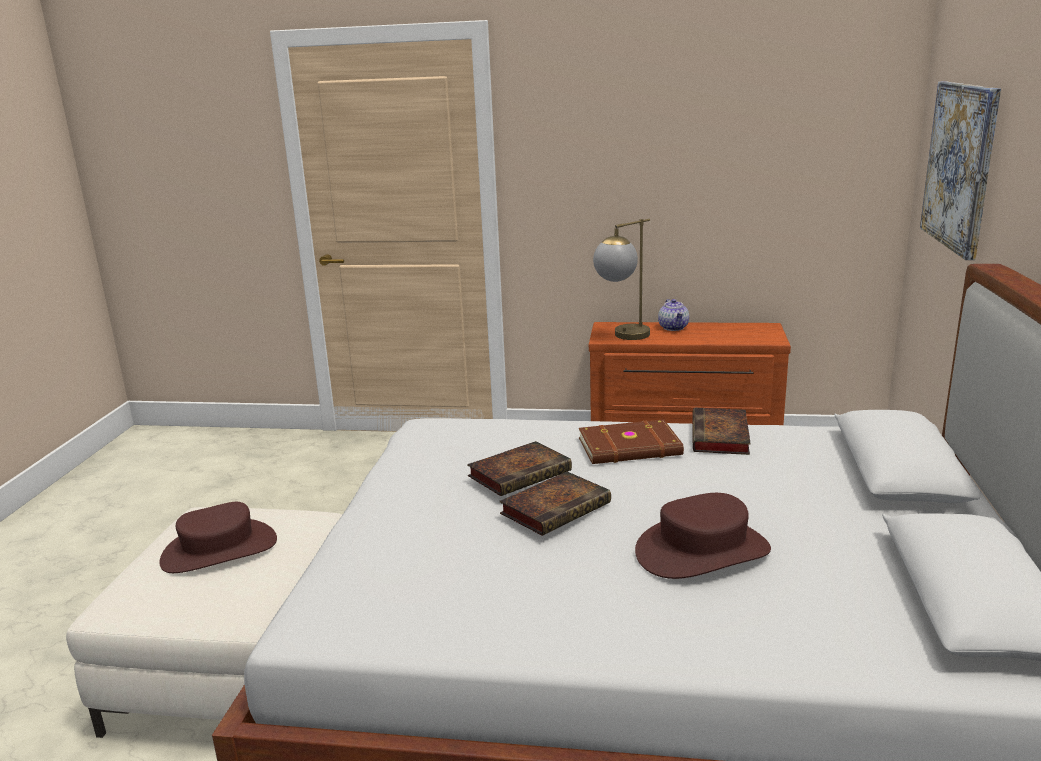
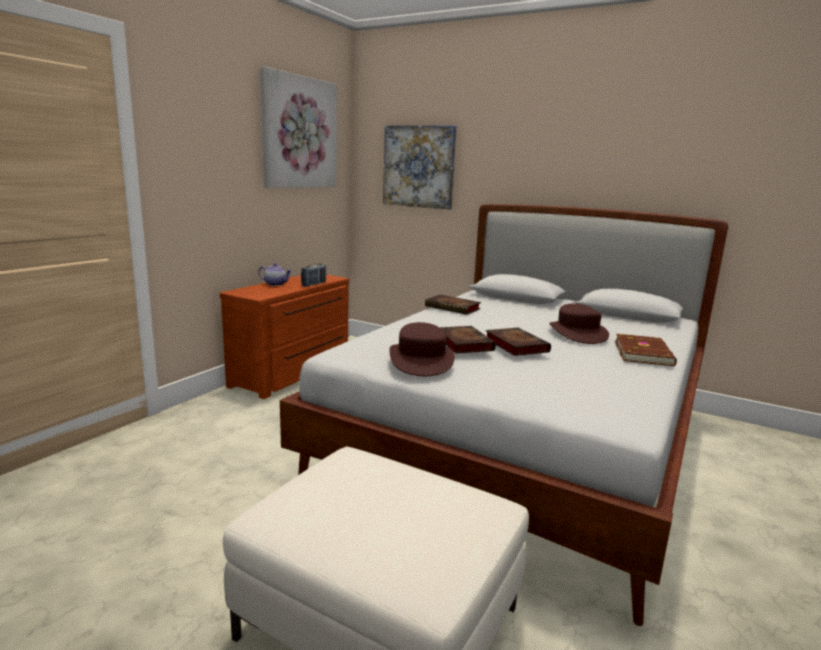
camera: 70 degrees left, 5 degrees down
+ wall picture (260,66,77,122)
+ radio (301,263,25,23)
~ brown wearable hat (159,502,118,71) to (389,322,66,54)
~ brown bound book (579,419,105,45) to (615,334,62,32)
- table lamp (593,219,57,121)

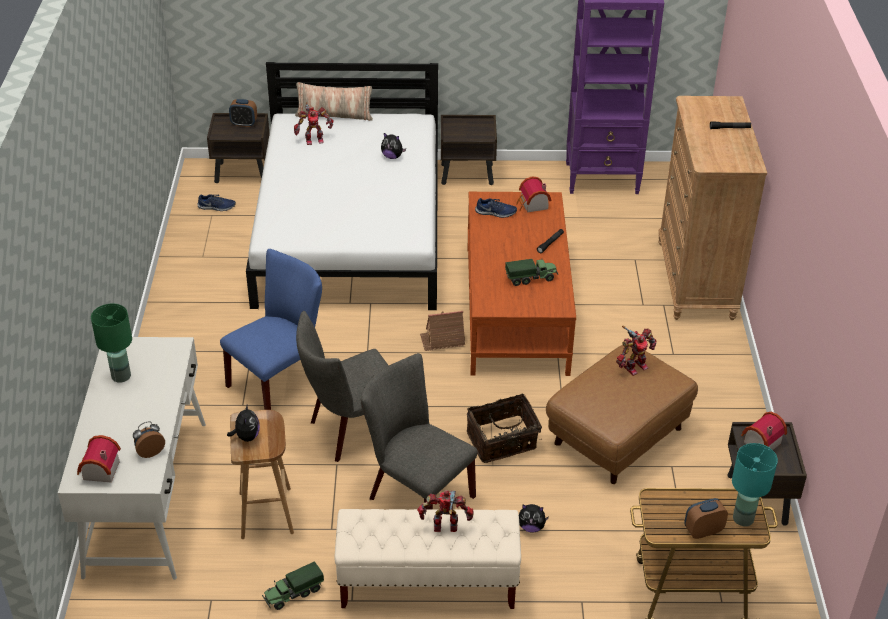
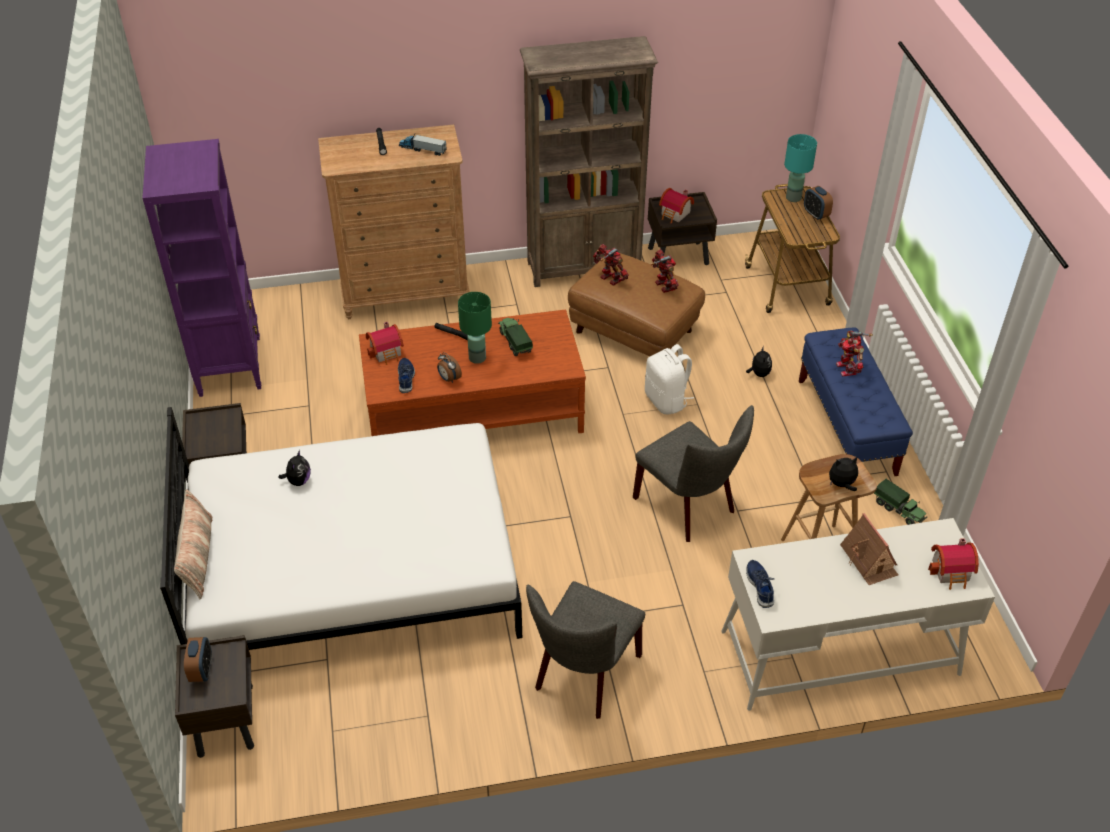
camera: 100 degrees left, 5 degrees up
+ toy lorry (399,134,48,22)
~ table clock (133,421,32,37) to (437,352,25,31)
~ green-coloured table lamp (91,304,41,79) to (458,292,34,72)
+ brown bookcase (520,36,138,251)
~ gray plain chair (361,353,116,157) to (526,581,119,138)
~ basket (467,393,75,70) to white knapsack (645,344,49,70)
~ robot figure (294,102,40,43) to (651,249,28,44)
~ blue low shoe (197,194,39,17) to (746,560,28,48)
~ beige-coloured long seat (334,509,187,100) to blue long seat (799,328,114,148)
~ toy house (420,311,45,40) to (840,513,58,72)
- blue plain chair (220,249,102,161)

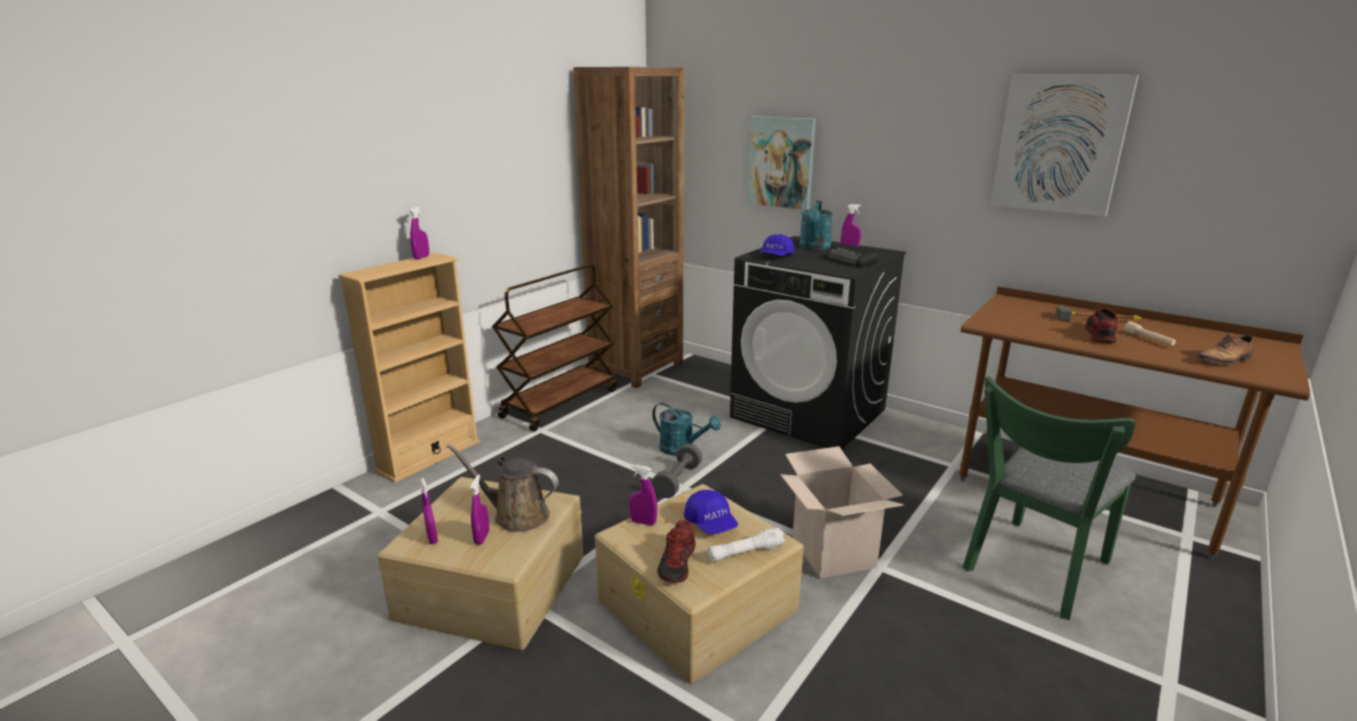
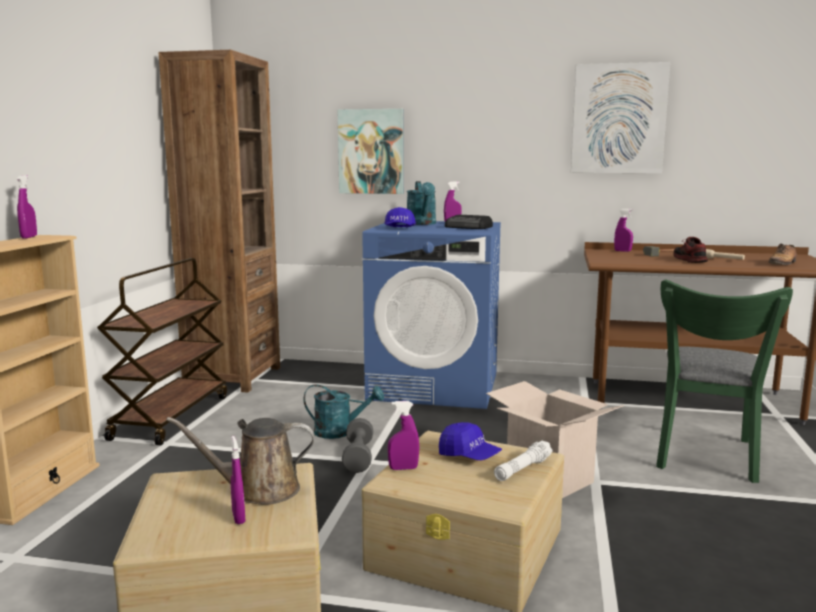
camera: 25 degrees left, 10 degrees down
~ blackish laundry machine (730,236,176,214) to blue laundry machine (362,221,139,188)
~ purple hand sprayer (420,478,18,66) to (614,209,19,43)
- low shoe (657,520,39,63)

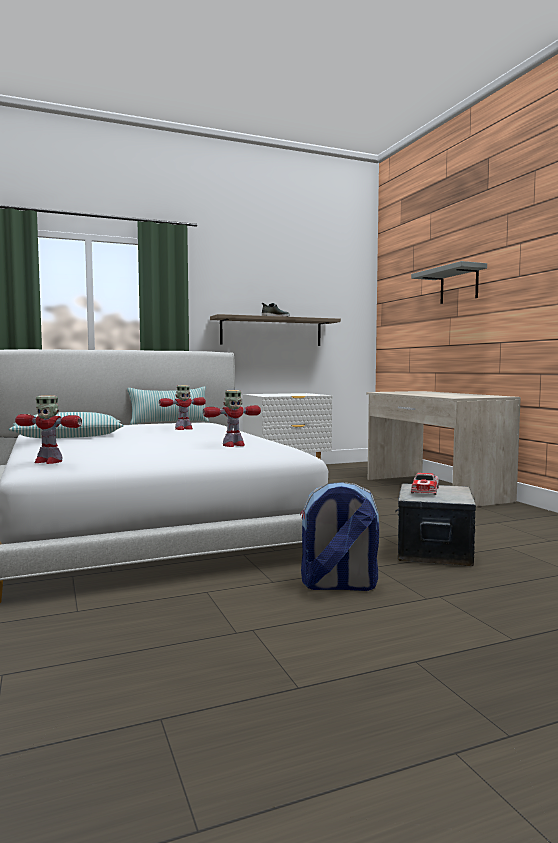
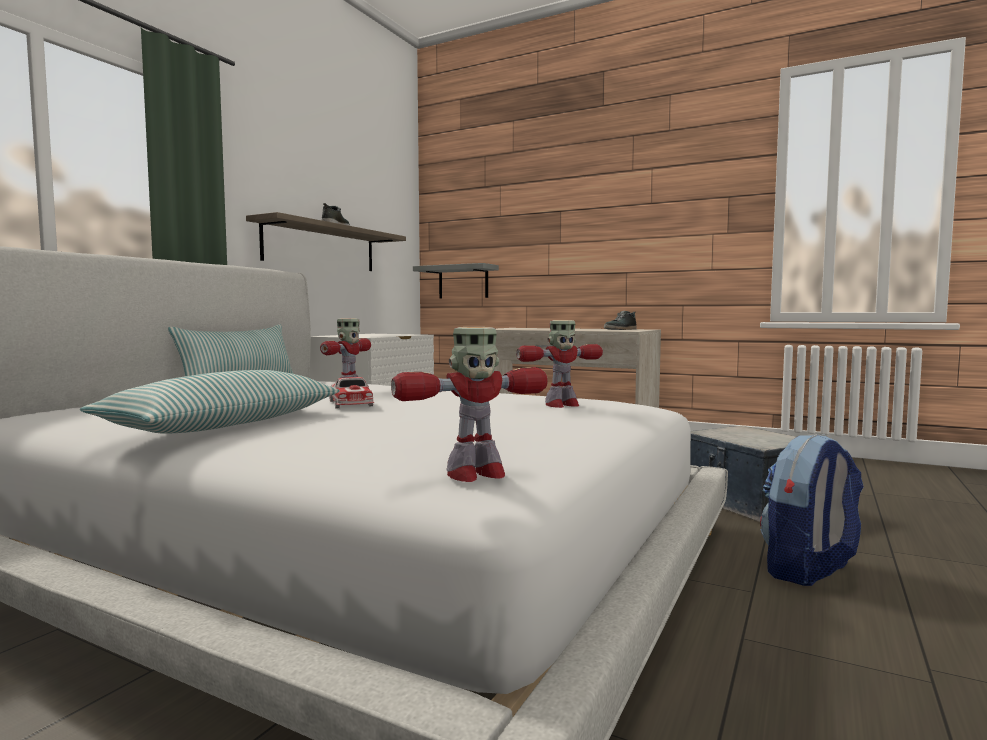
camera: 40 degrees left, 0 degrees up
~ miniature car (411,473,28,22) to (329,377,46,32)
~ gray bracket shelf (411,261,76,43) to (413,263,86,36)
~ robot figure (203,390,58,57) = (516,320,87,88) 45 degrees clockwise
+ low shoe (604,311,33,19)

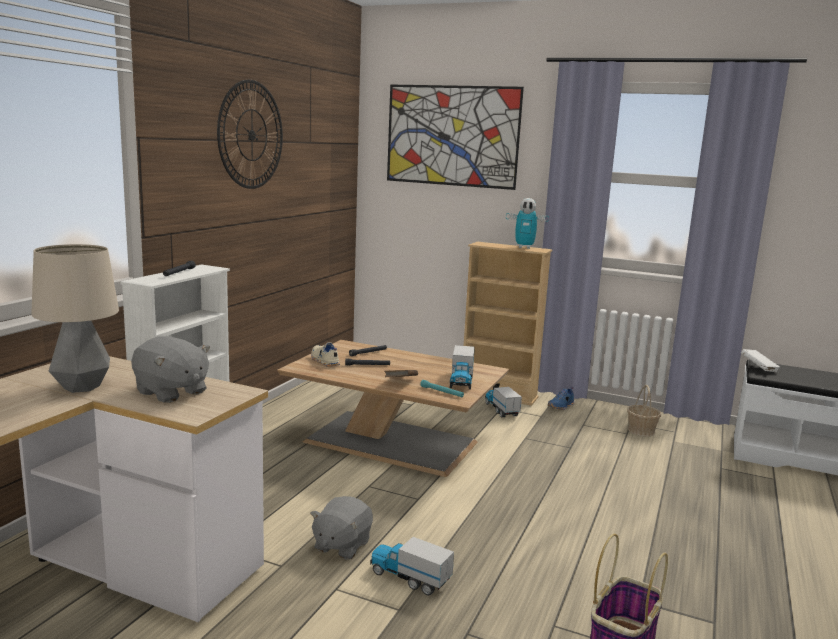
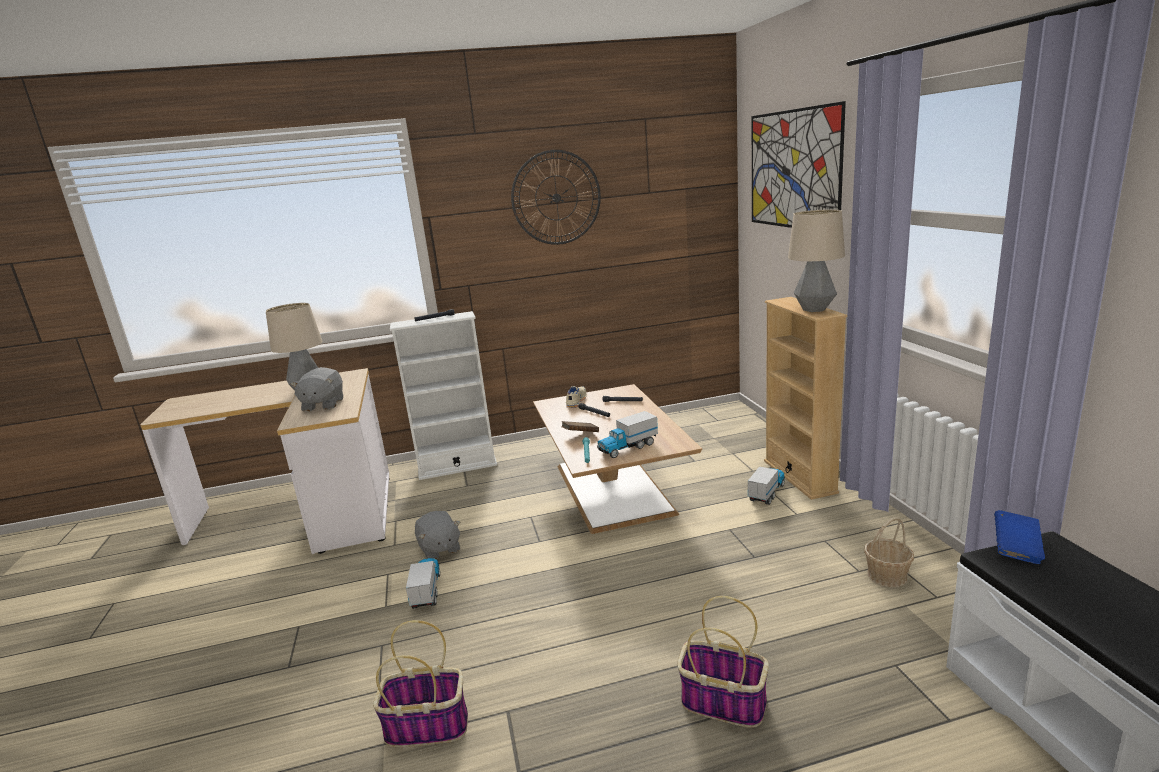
camera: 55 degrees right, 5 degrees up
~ gray plush toy (310,496,63,64) = (415,511,46,48) 105 degrees counterclockwise
+ basket (678,596,91,132)
~ robot figure (506,198,43,51) to table lamp (788,209,57,103)
~ white bound book (741,349,39,23) to blue bound book (994,510,51,54)
- blue low shoe (548,387,26,23)

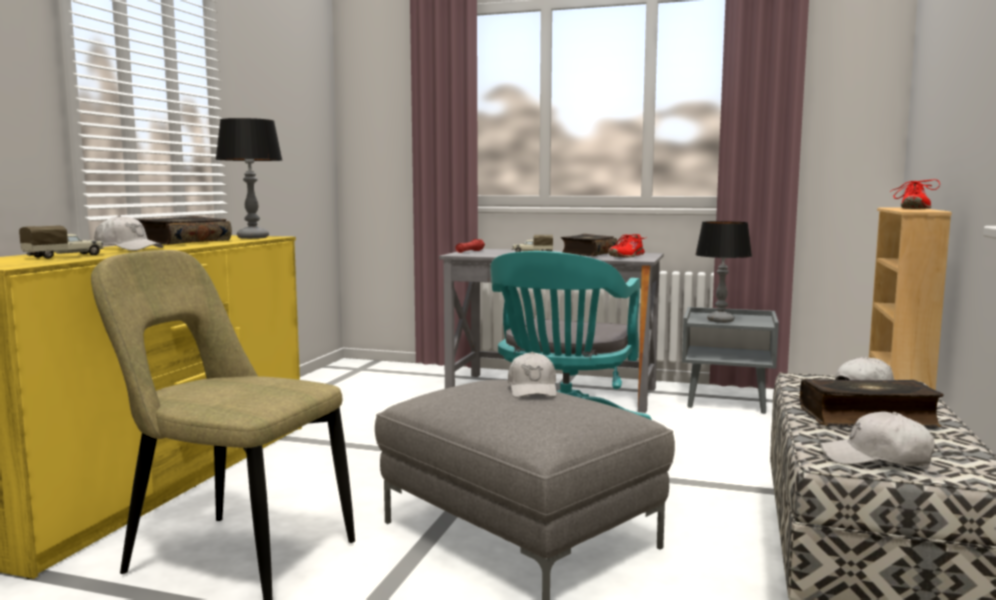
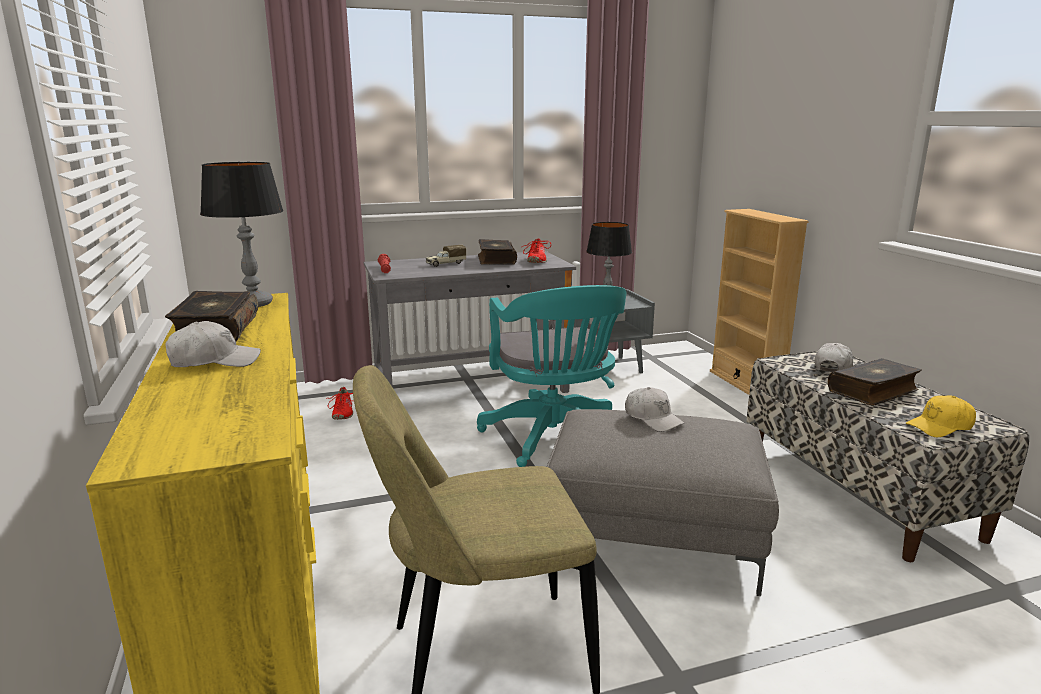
camera: 35 degrees left, 10 degrees up
~ reddish low shoe (890,179,50,30) to (326,387,27,33)
~ white baseball cap (821,411,114,55) to yellow-coloured baseball cap (906,395,70,42)
- toy lorry (19,225,85,34)

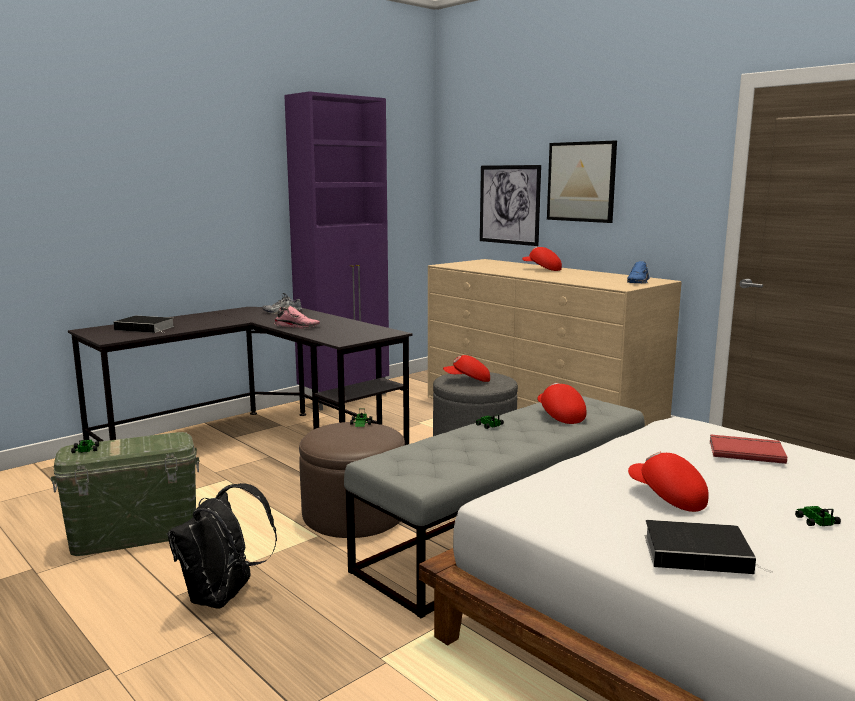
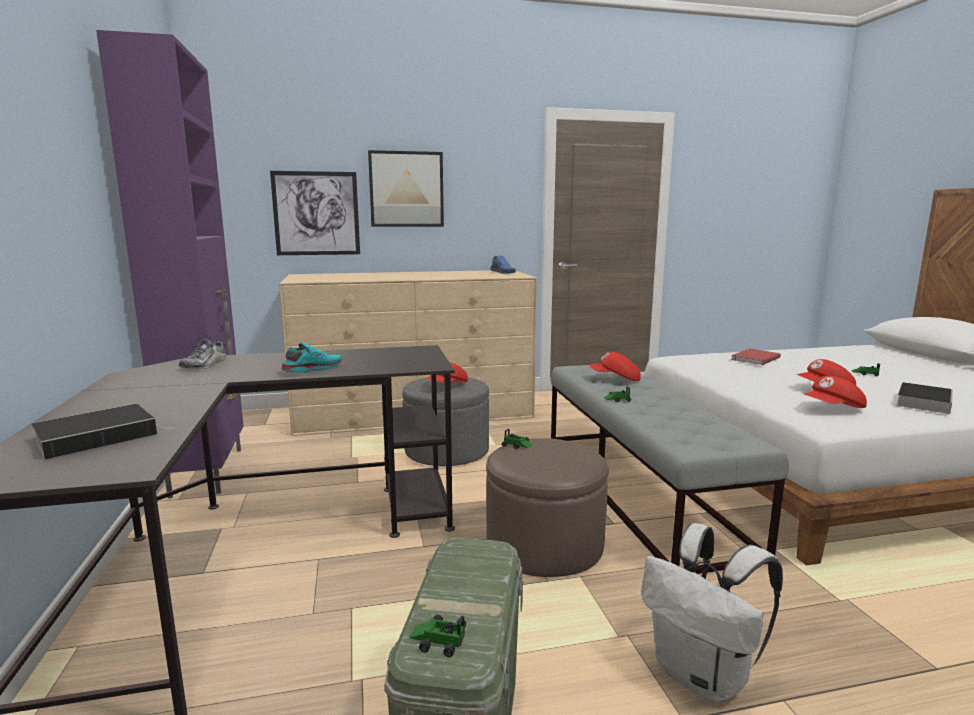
camera: 60 degrees left, 0 degrees up
~ pink-coloured low shoe (274,306,46,23) to blue-green low shoe (281,343,61,30)
~ blackish knapsack (168,483,109,126) to white knapsack (641,523,142,180)
~ reddish baseball cap (522,247,40,24) to (803,376,64,32)

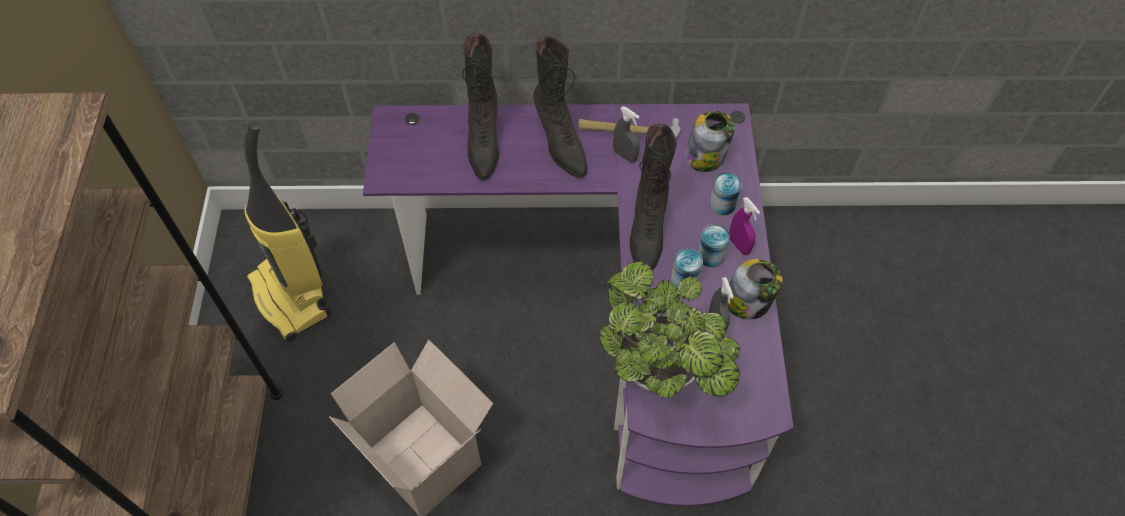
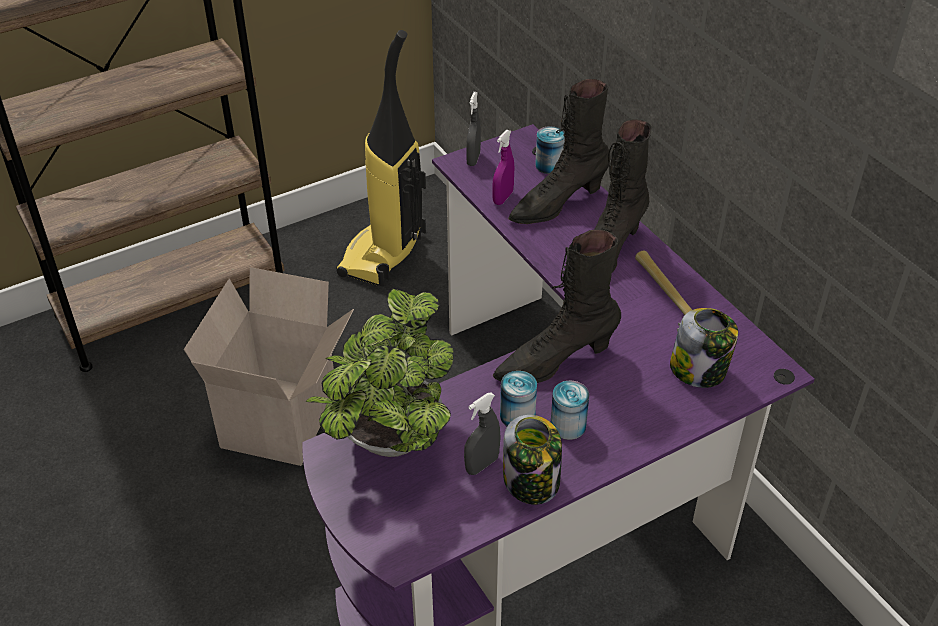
camera: 60 degrees right, 15 degrees down
~ gray hand sprayer (613,106,27,57) to (466,92,15,74)
~ purple hand sprayer (729,197,31,58) to (492,130,22,75)
~ can (709,173,32,42) to (535,126,30,48)

